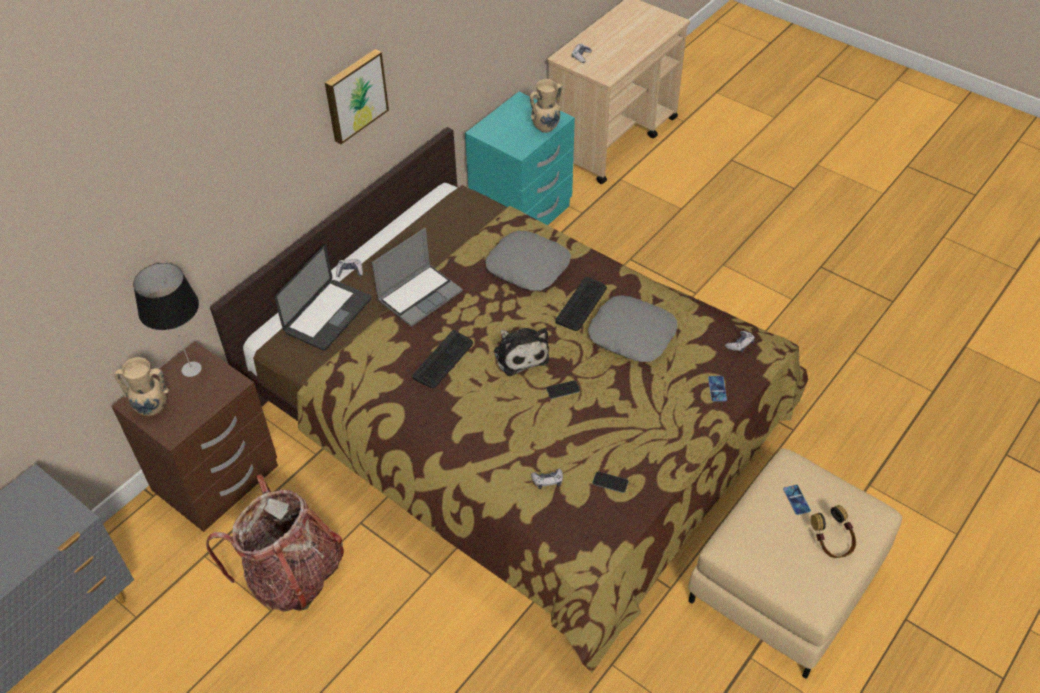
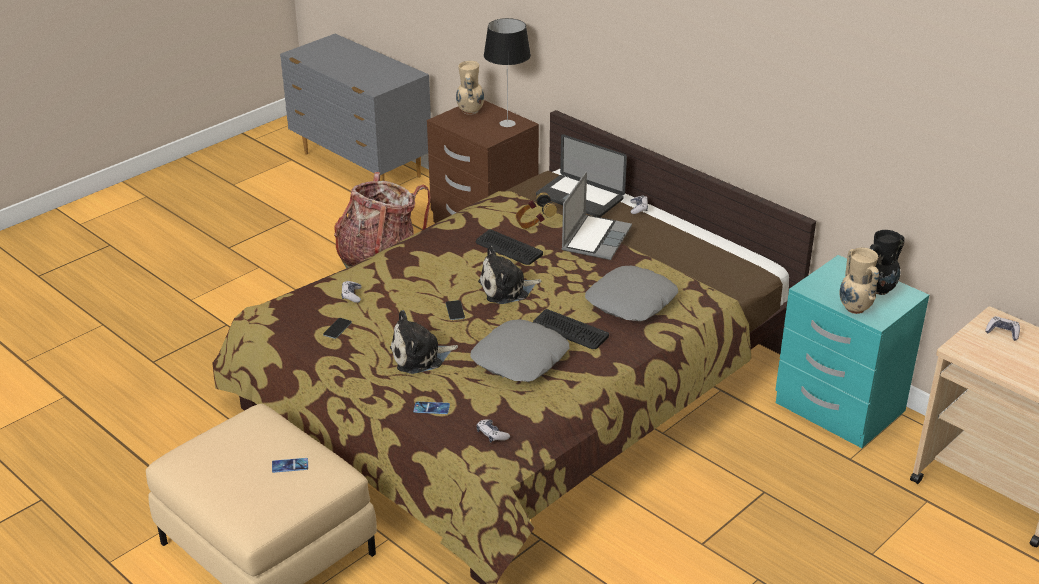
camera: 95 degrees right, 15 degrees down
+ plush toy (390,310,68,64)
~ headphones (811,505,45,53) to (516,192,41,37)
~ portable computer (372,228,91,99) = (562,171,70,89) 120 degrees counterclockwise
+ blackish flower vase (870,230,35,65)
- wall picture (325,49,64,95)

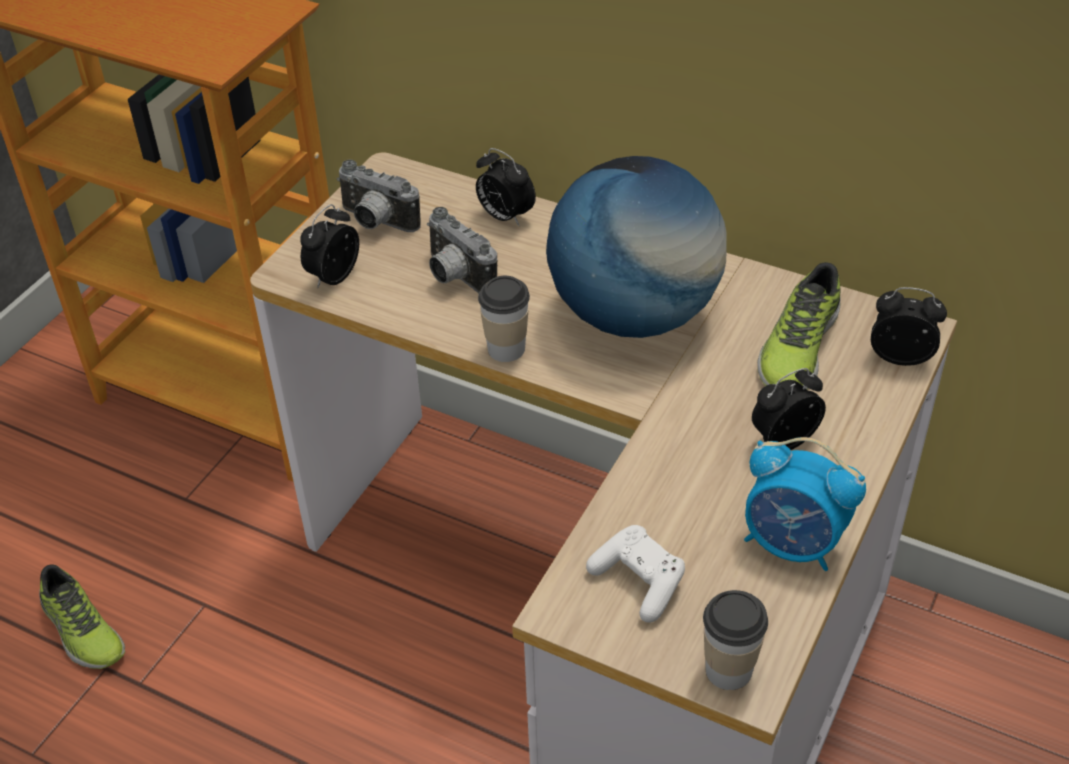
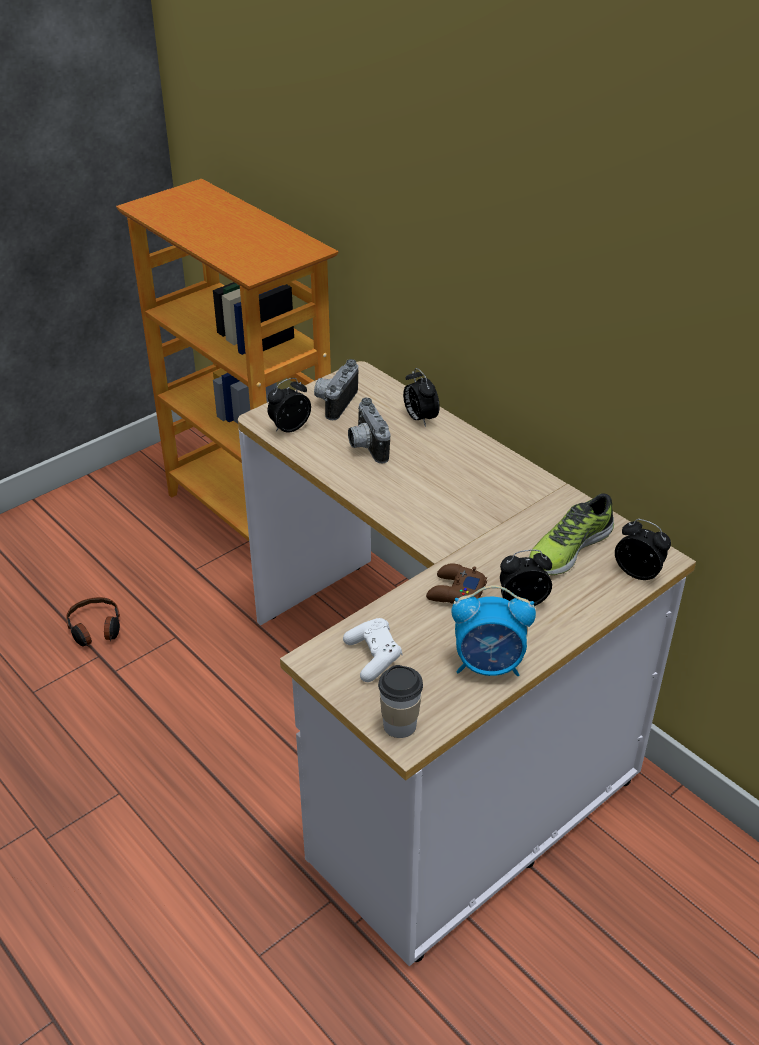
camera: 20 degrees right, 5 degrees down
~ low shoe (39,565,86,104) to headphones (66,597,54,50)
~ photo camera (337,160,84,72) = (314,359,44,61) 60 degrees clockwise
+ brown gamepad (426,563,61,41)
~ table clock (744,437,122,134) = (451,585,85,91) 45 degrees counterclockwise
- cup (478,276,52,86)
- globe (546,156,181,182)

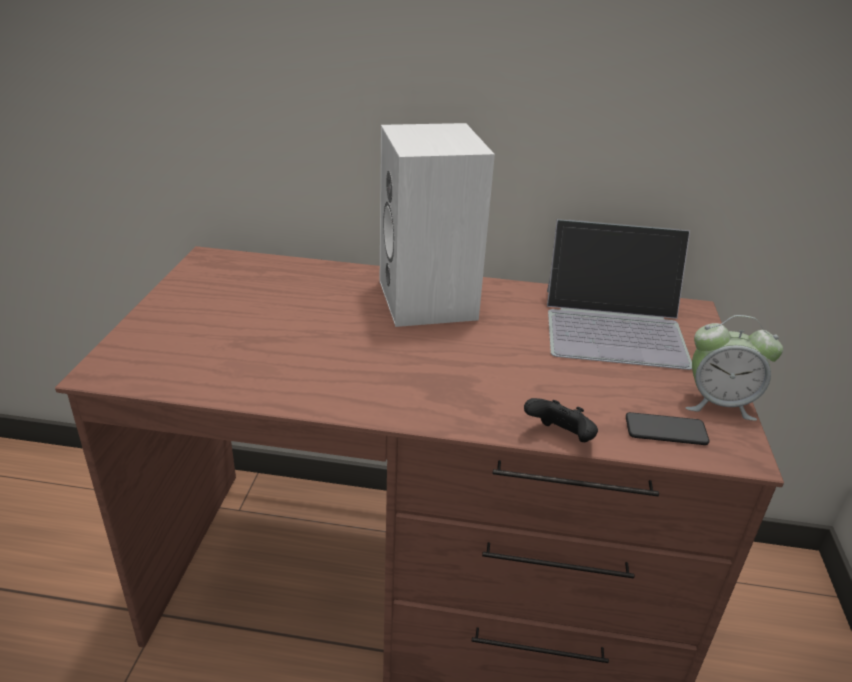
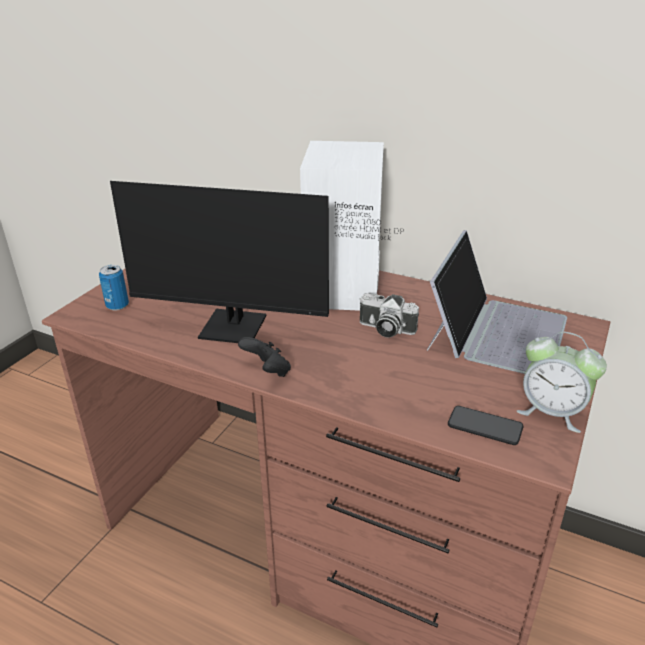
camera: 20 degrees right, 0 degrees up
+ can (99,265,30,46)
+ monitor (110,181,294,162)
~ blackish gamepad (524,398,74,44) to (238,337,53,40)
+ photo camera (359,293,60,44)
~ portable computer (547,219,145,151) = (427,230,140,144) 90 degrees counterclockwise

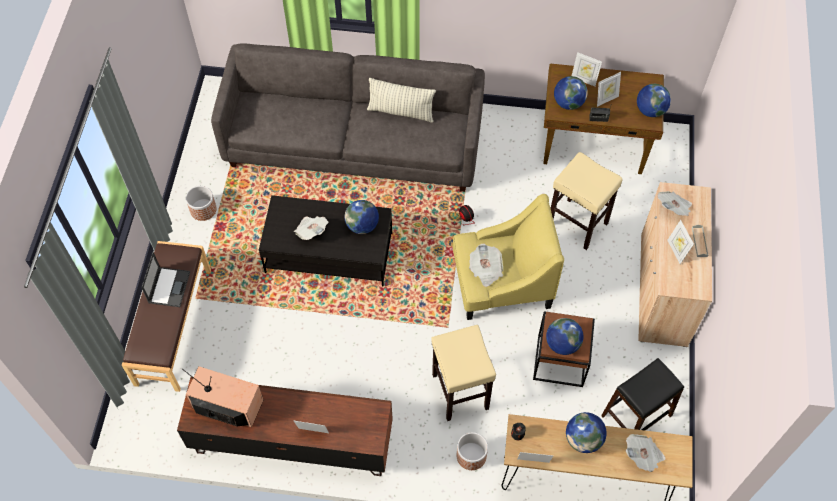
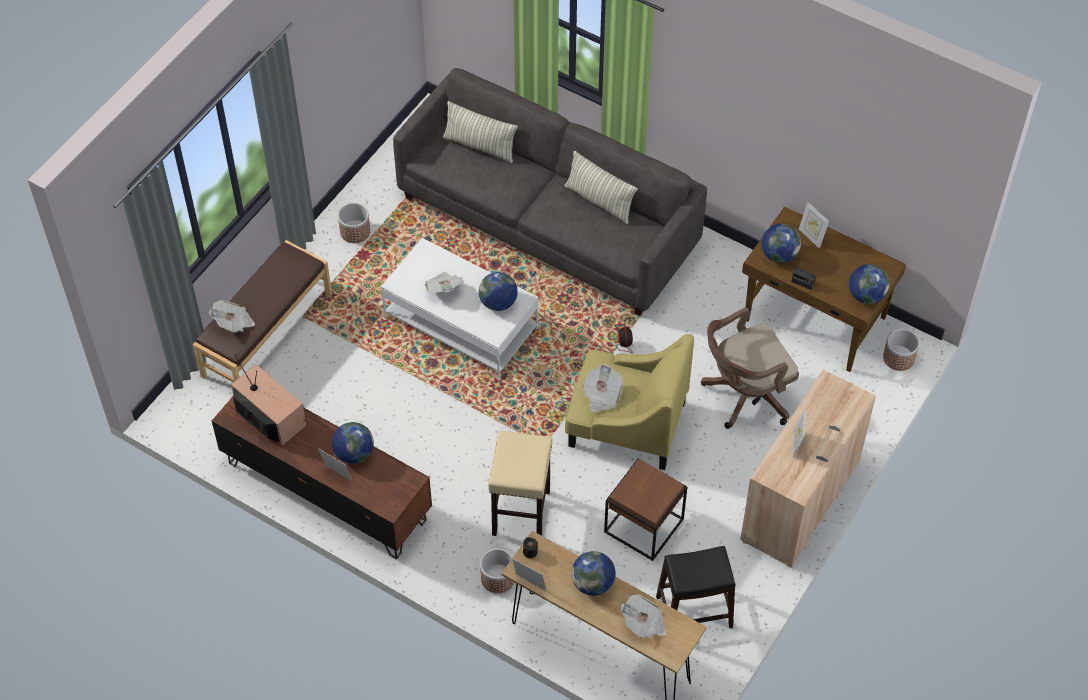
camera: 25 degrees right, 5 degrees down
~ newspaper (657,191,35,25) to (209,300,46,33)
~ globe (546,318,38,37) to (332,422,42,42)
~ blackish lounge table (259,195,133,92) to white lounge table (381,238,157,141)
+ cushion (443,101,75,62)
~ beige-coloured stool (550,152,73,98) to brown office chair (701,307,98,122)
+ plant pot (883,329,36,42)
- portable computer (141,252,49,55)
- standing frame (597,72,24,35)

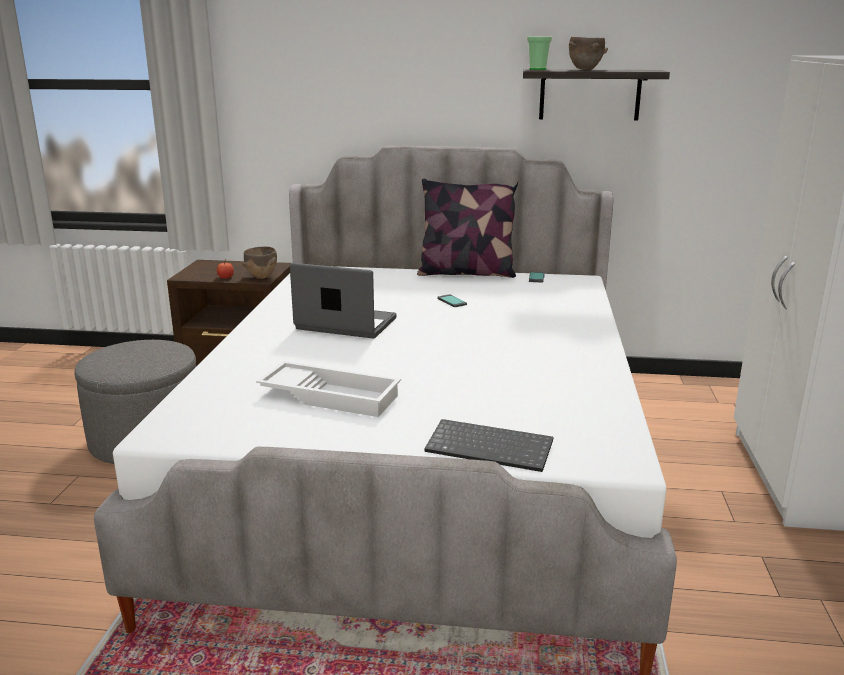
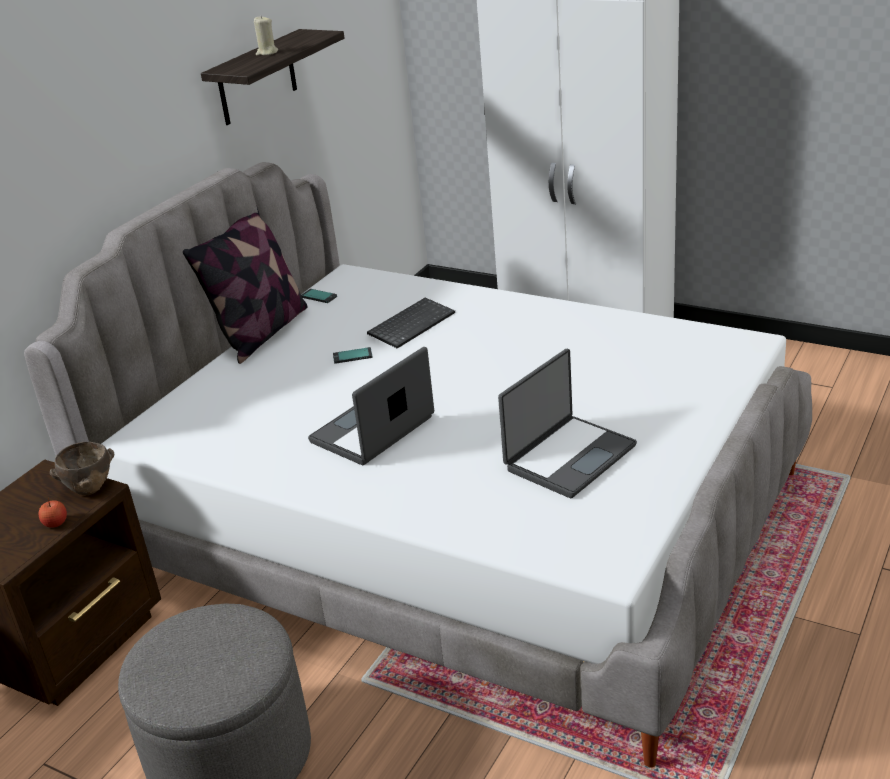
camera: 65 degrees left, 10 degrees up
~ brown serving bowl (569,37,39,33) to beige-coloured wax candle (254,16,24,39)
~ PC keyboard (424,419,129,53) to (367,298,88,51)
~ white tray (256,361,145,56) to portable computer (498,349,139,149)
- cup (527,37,25,33)

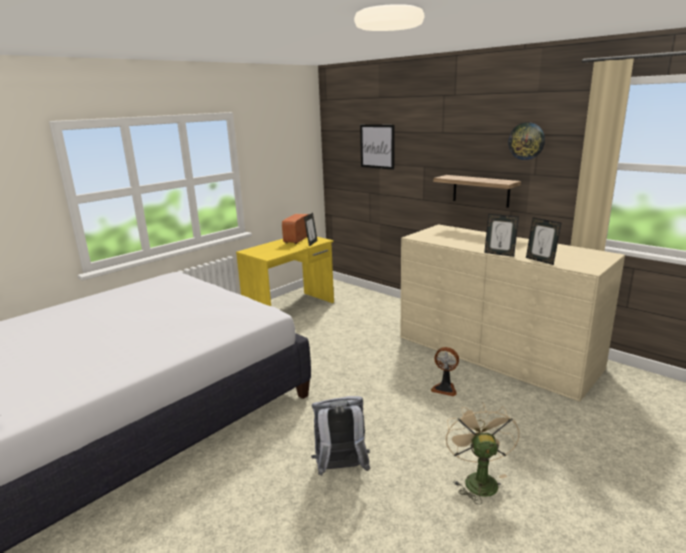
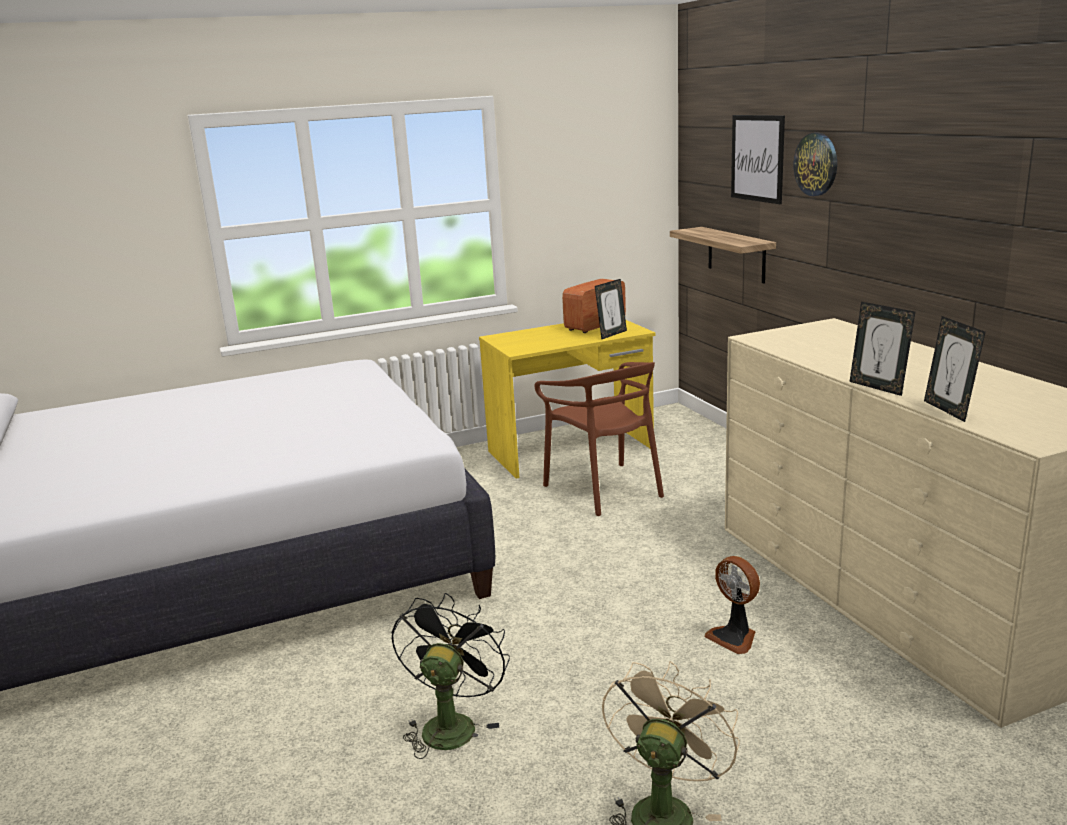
camera: 25 degrees right, 0 degrees up
~ gray knapsack (311,396,59,80) to blackish fan (391,593,119,166)
+ brown plain chair (535,362,129,154)
~ bracket shelf (433,175,88,33) to (670,227,106,56)
~ clock on the wall (508,122,37,38) to (793,133,44,63)

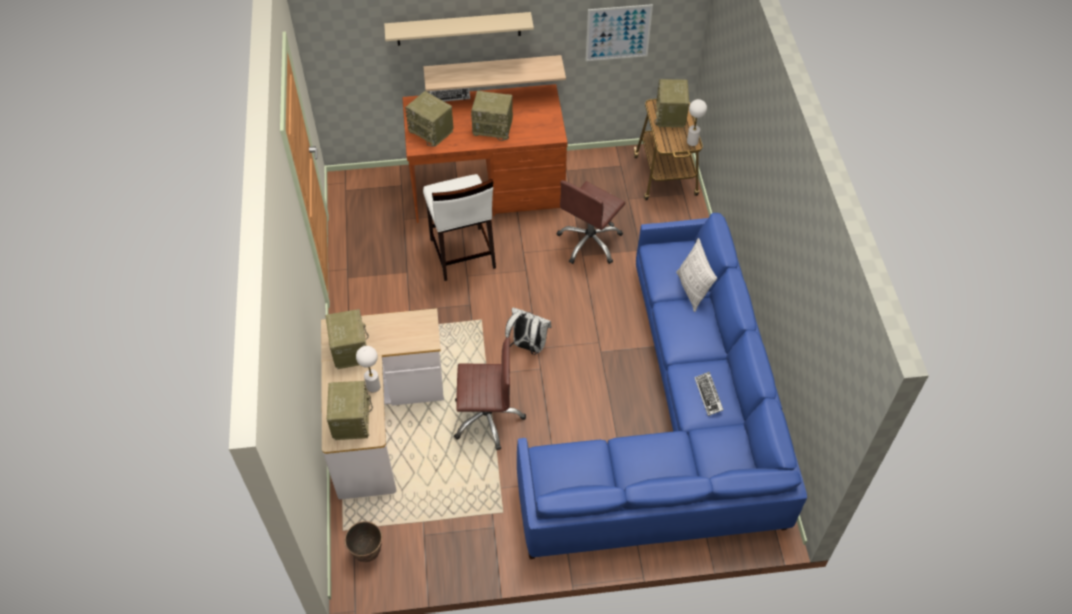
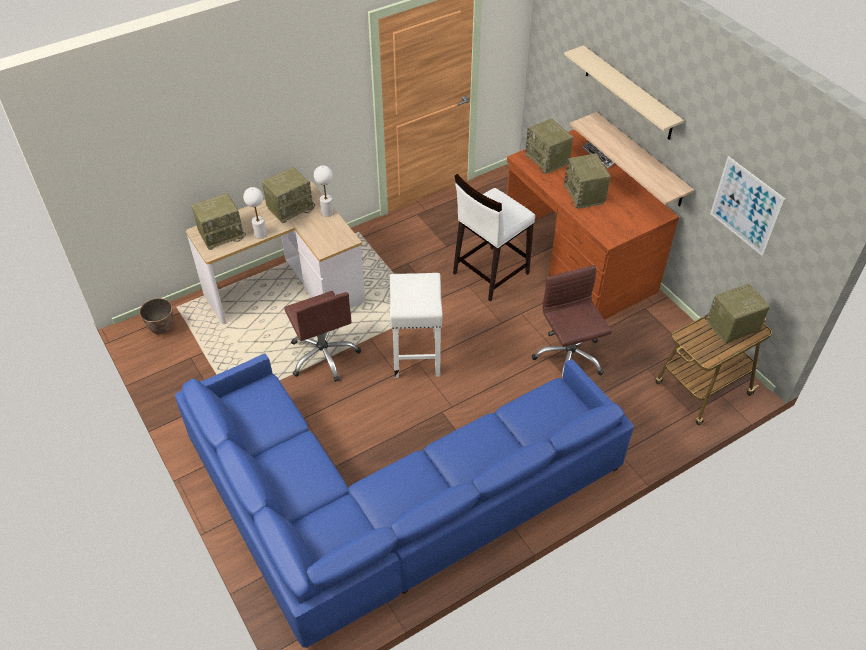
camera: 65 degrees right, 5 degrees down
~ white table lamp (687,99,20,47) to (314,165,20,52)
~ white knapsack (505,307,46,48) to white stool (390,273,53,105)
~ radio (405,91,49,56) = (525,119,48,55) 45 degrees counterclockwise
~ brown office chair (557,180,69,84) = (532,265,80,114) 60 degrees clockwise
- cushion (676,238,41,74)
- PC keyboard (695,371,28,45)

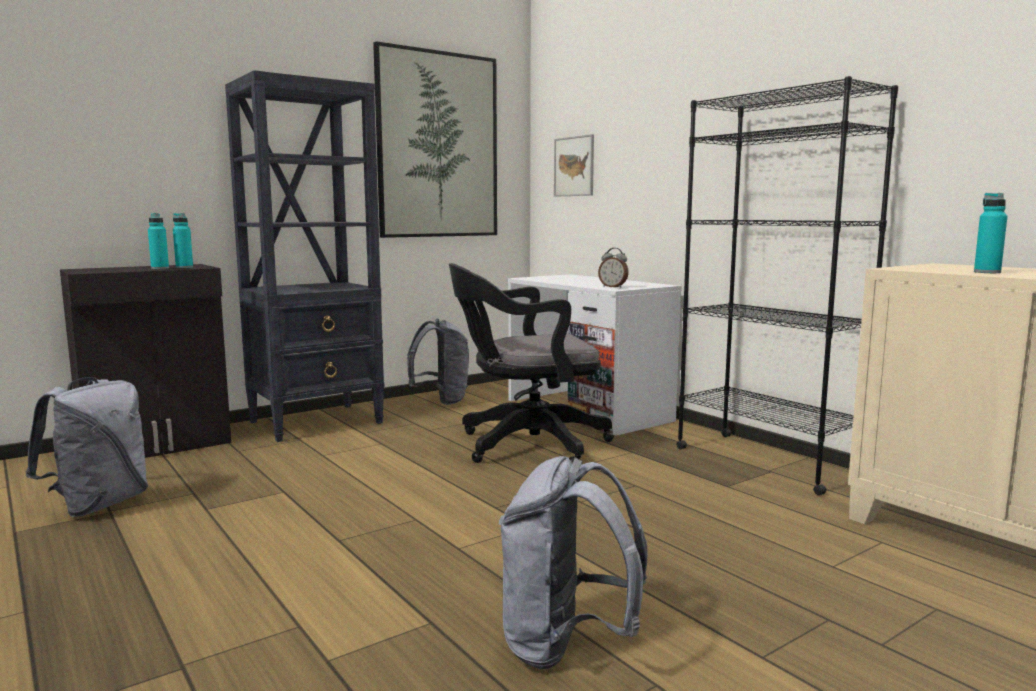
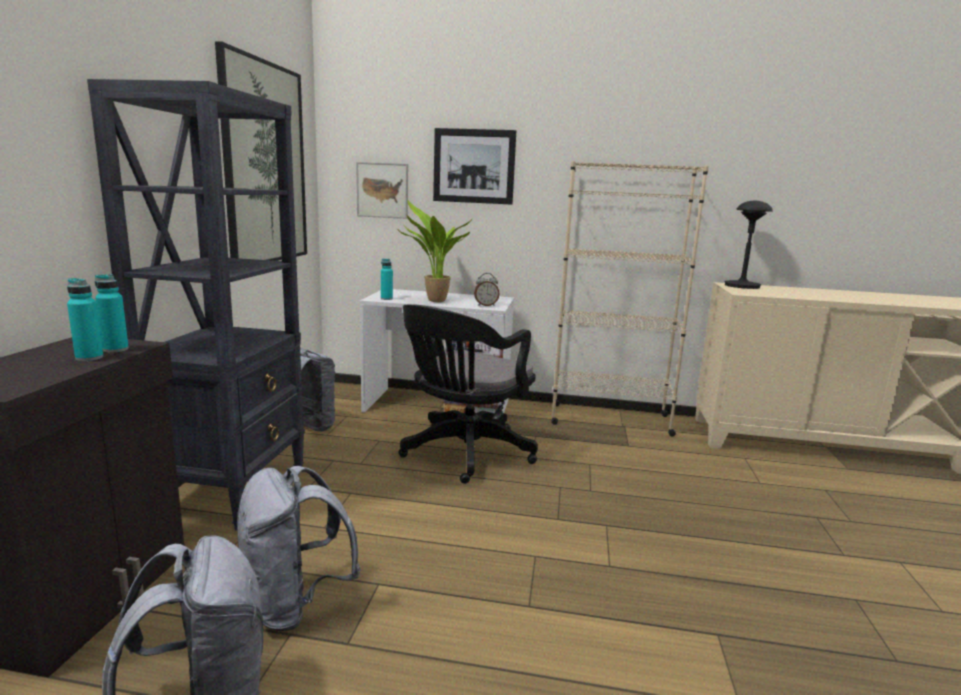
camera: 45 degrees left, 5 degrees up
~ gray knapsack (499,456,149,213) to (237,466,124,165)
~ blue-green bottle (974,193,33,80) to (381,259,12,41)
+ potted plant (397,200,76,102)
+ wall picture (433,128,83,77)
~ blackish bookcase (676,76,222,420) to beige-coloured bookcase (551,161,158,276)
+ blackish table lamp (725,201,48,88)

